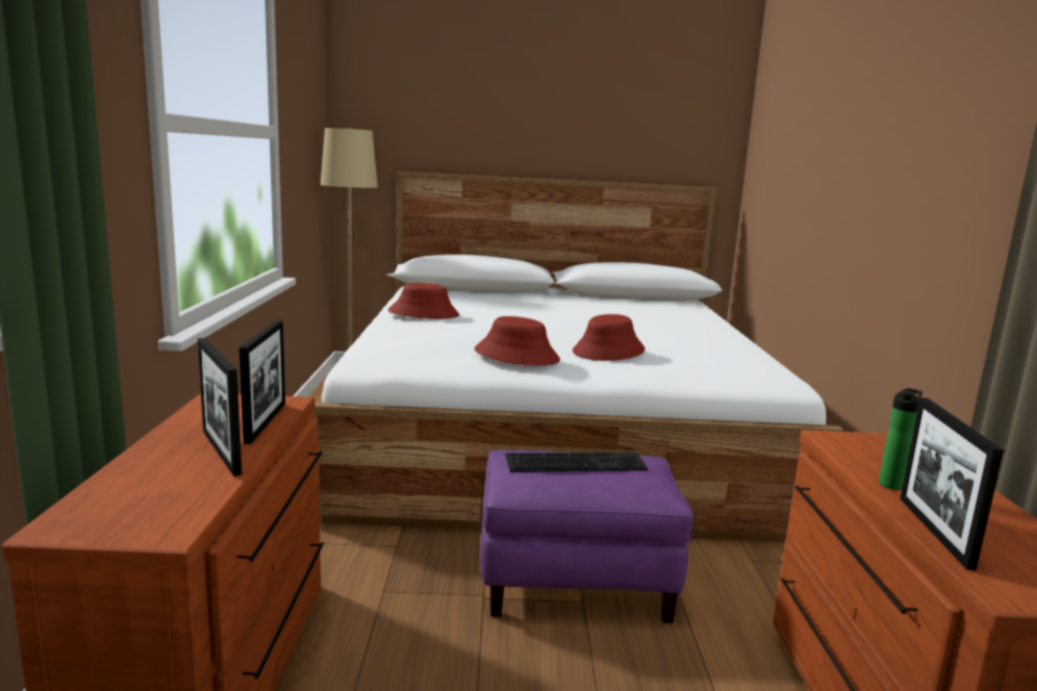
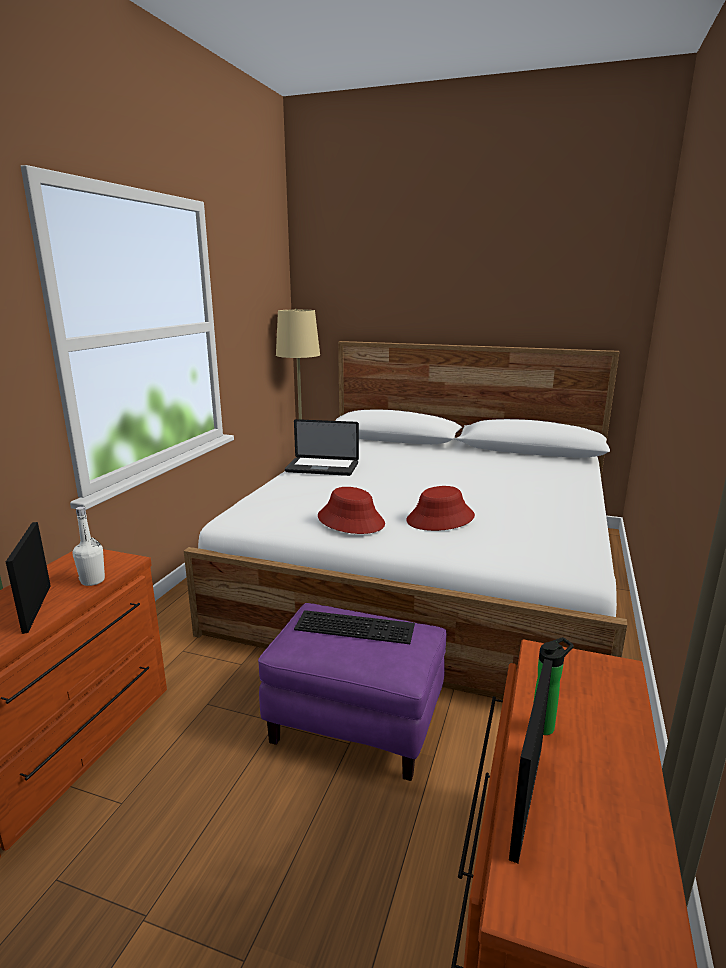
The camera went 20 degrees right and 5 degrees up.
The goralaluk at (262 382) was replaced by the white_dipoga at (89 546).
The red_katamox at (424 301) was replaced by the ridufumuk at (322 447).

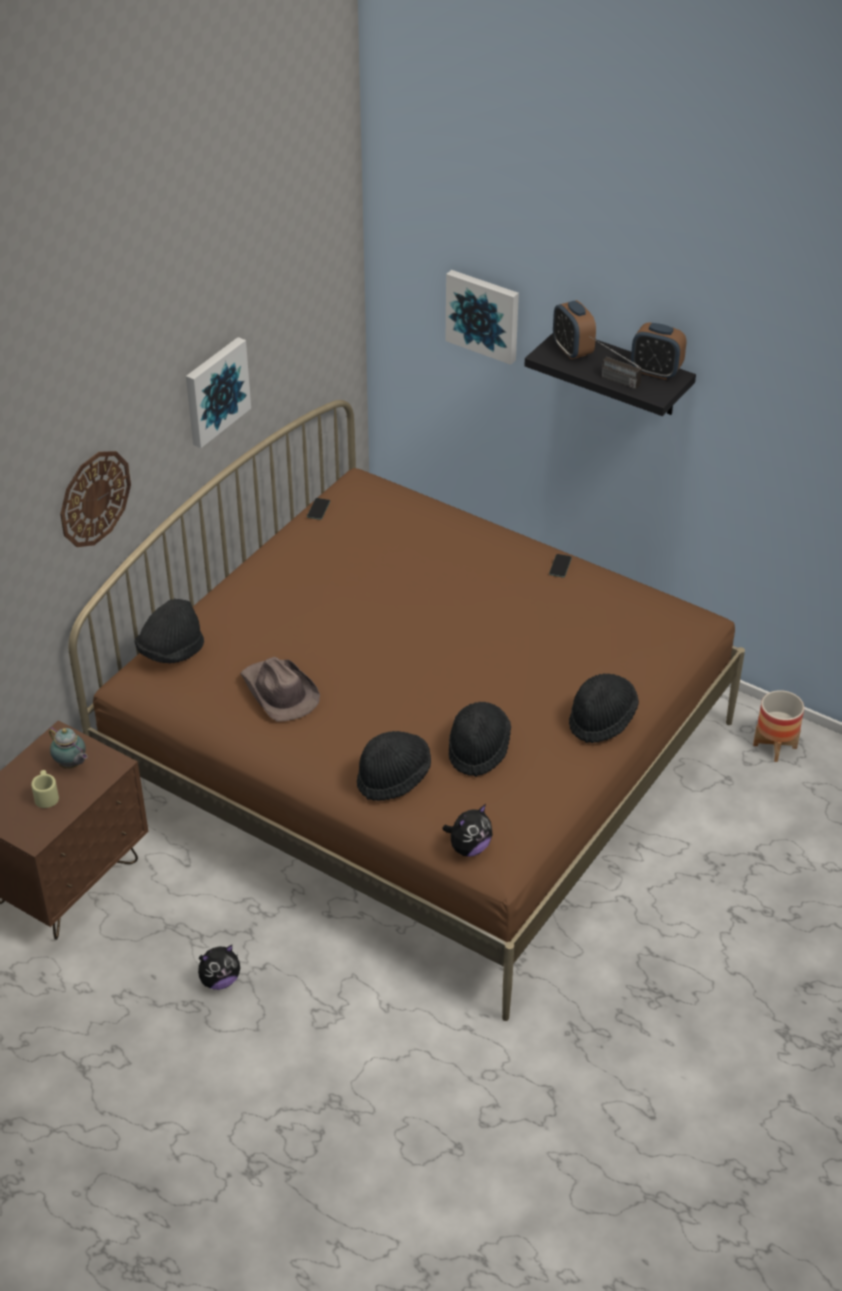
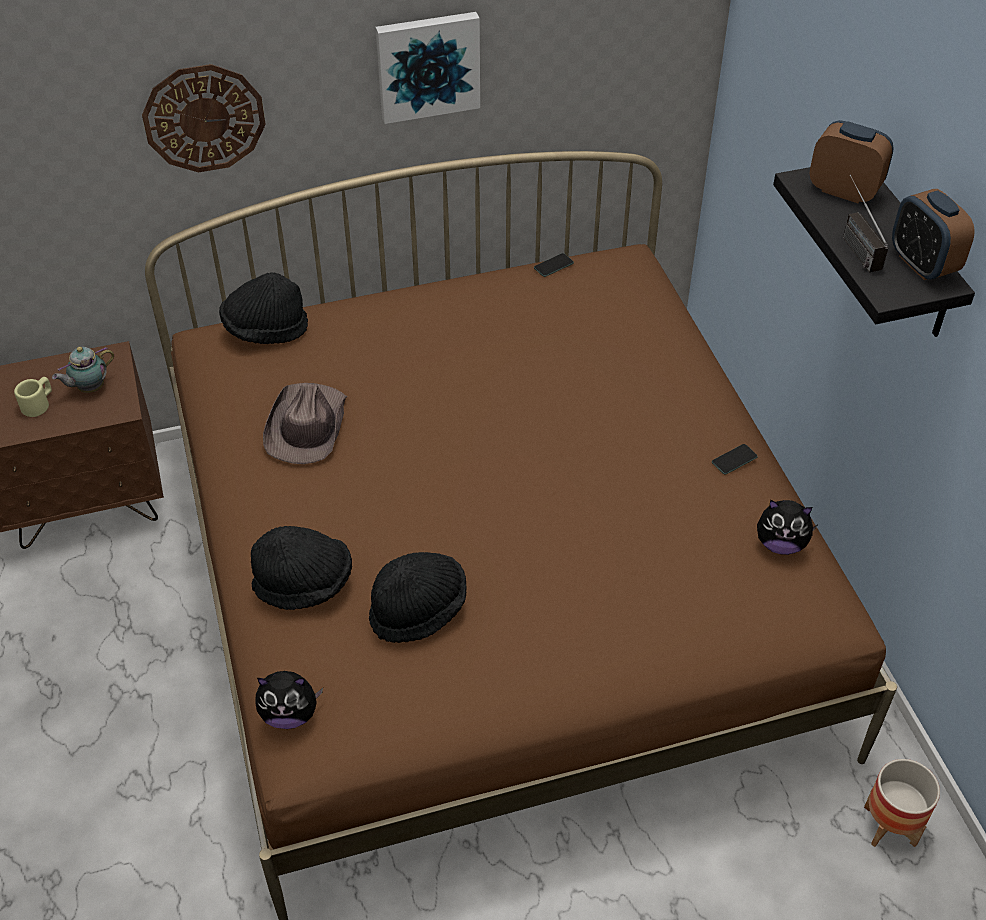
The camera went 40 degrees right and 5 degrees up.
The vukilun at (68 748) turned 60 degrees clockwise.
The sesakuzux moved from (219 967) to (787 527).
The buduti at (574 329) turned 105 degrees clockwise.
The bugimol at (482 317) disappeared.
The black_katamox at (604 708) disappeared.

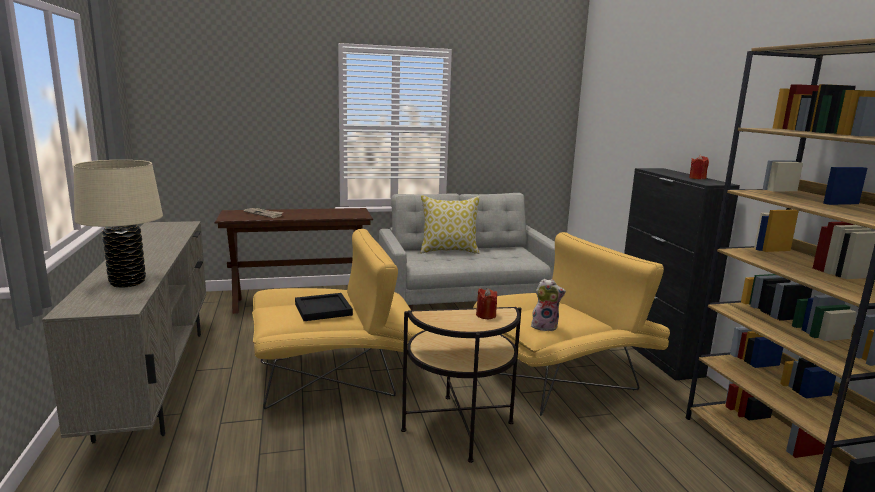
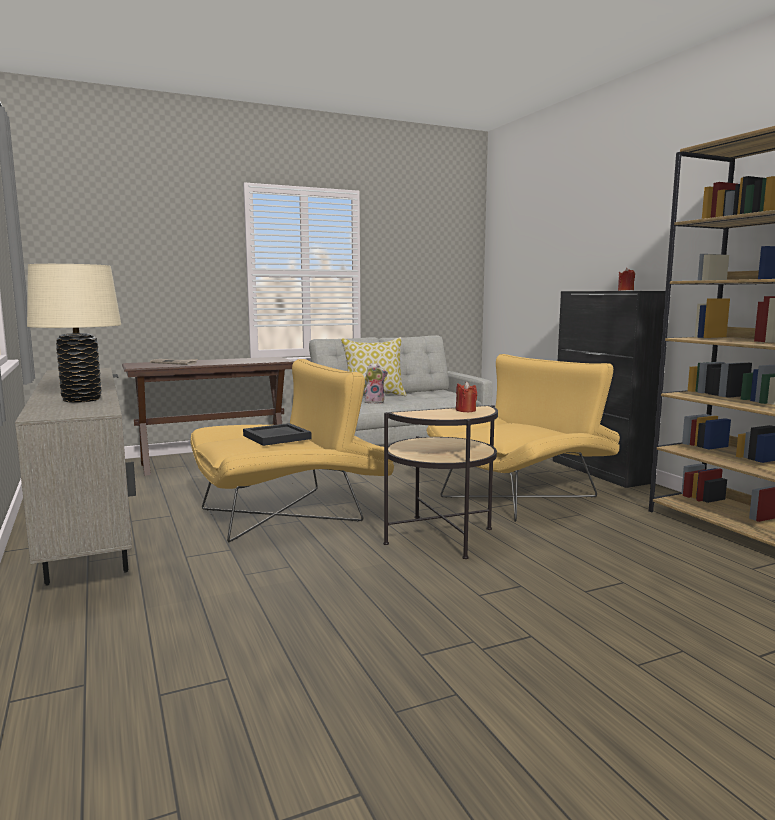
The camera went 10 degrees left and 5 degrees down.
The sesakuzux moved from (548 304) to (376 383).

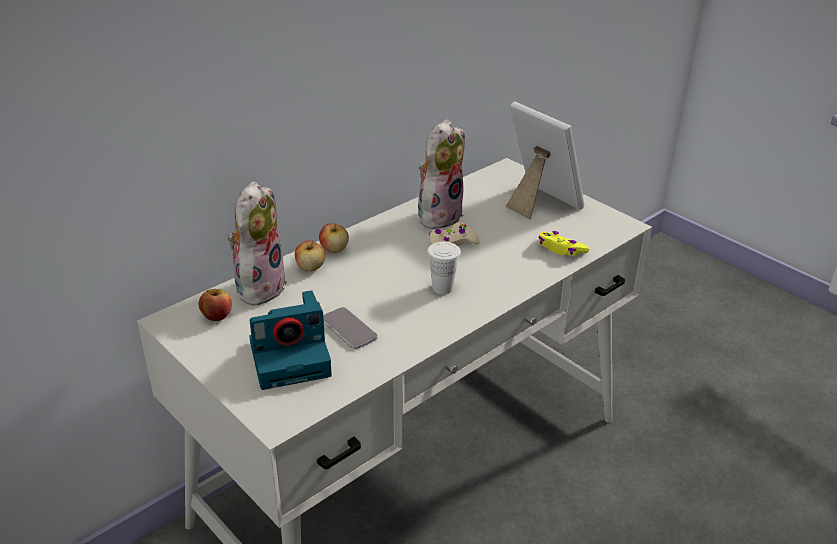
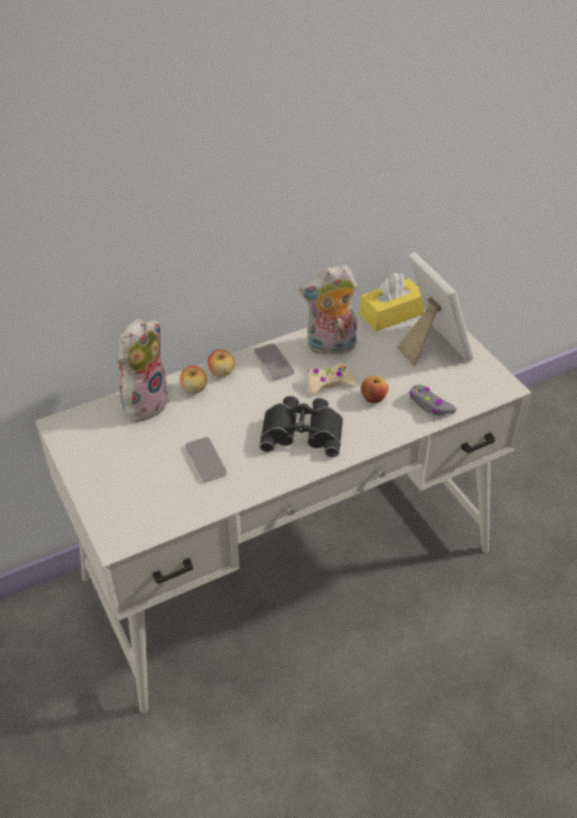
The camera went 15 degrees right and 10 degrees up.
The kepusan at (274 361) appeared.
The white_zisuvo at (444 268) was replaced by the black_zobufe at (301 426).
The sesakuzux at (441 174) turned 150 degrees counterclockwise.
The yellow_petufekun at (392 302) appeared.
The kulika moved from (215 305) to (374 389).
The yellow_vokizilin at (564 243) became the grey_vokizilin at (433 400).
The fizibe at (290 340) disappeared.

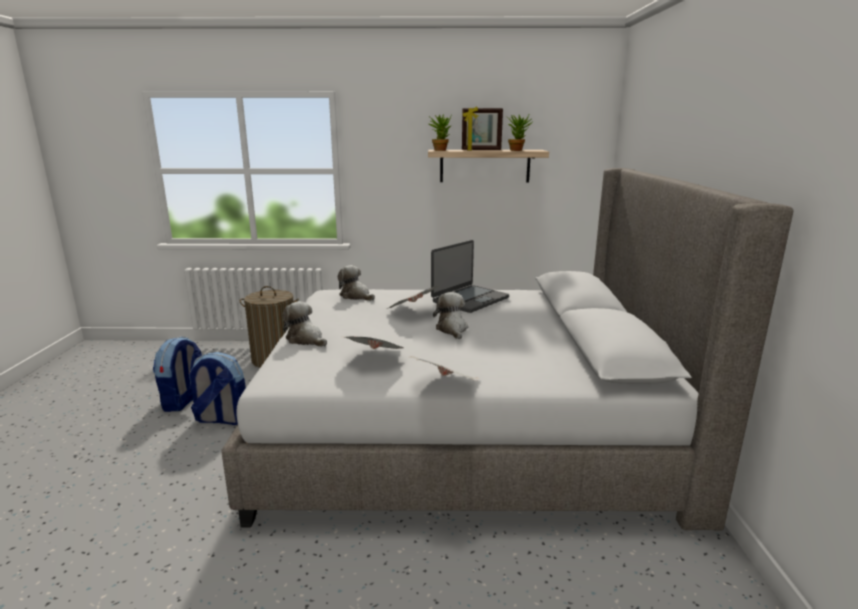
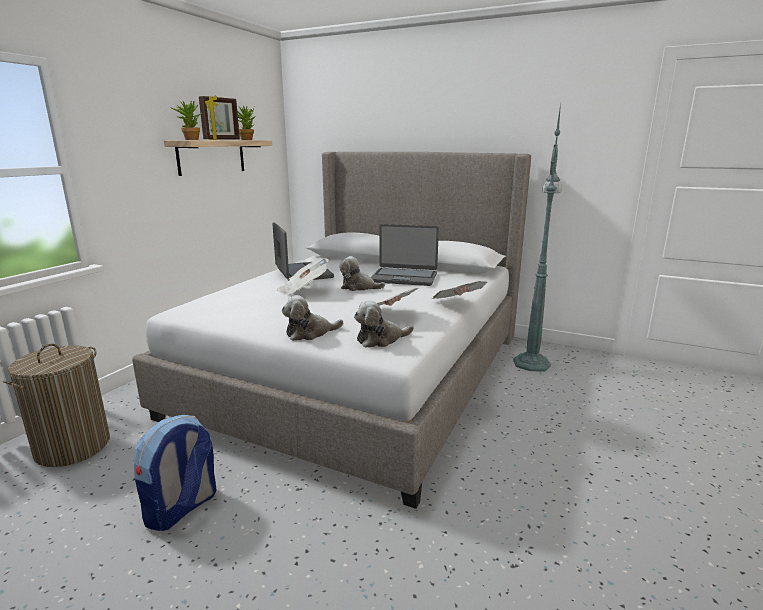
The camera went 65 degrees left and 0 degrees up.
The sesakuzux moved from (356 283) to (384 324).
The ridufumuk at (405 255) appeared.
The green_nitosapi at (537 237) appeared.
The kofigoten at (177 374) disappeared.

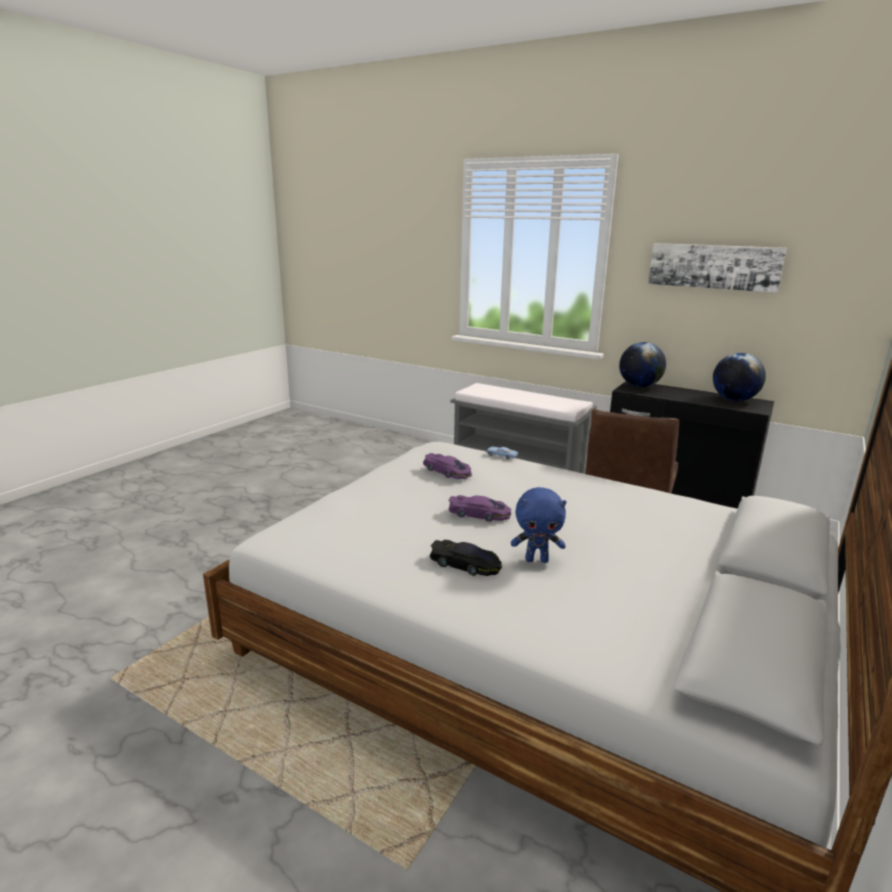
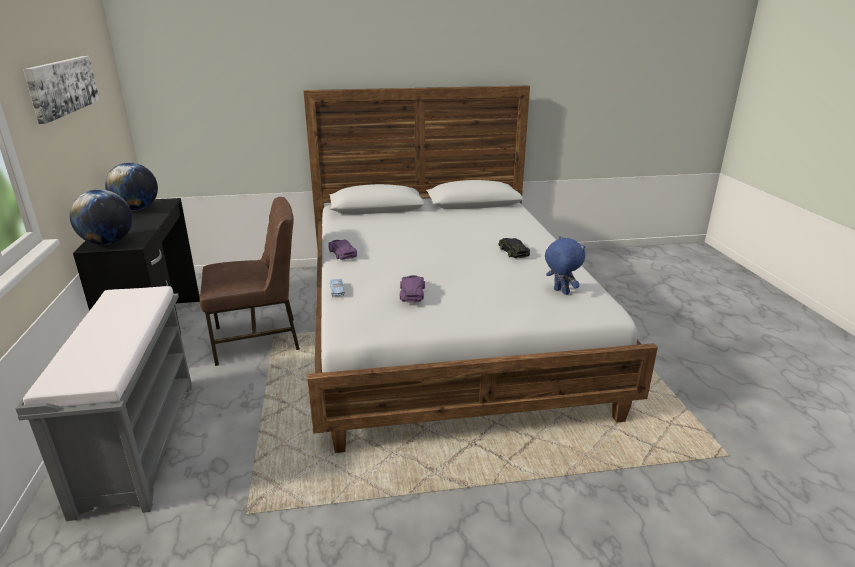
The camera went 130 degrees left and 5 degrees up.
The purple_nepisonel moved from (479 508) to (342 250).
The blue_sesakuzux moved from (539 525) to (565 265).

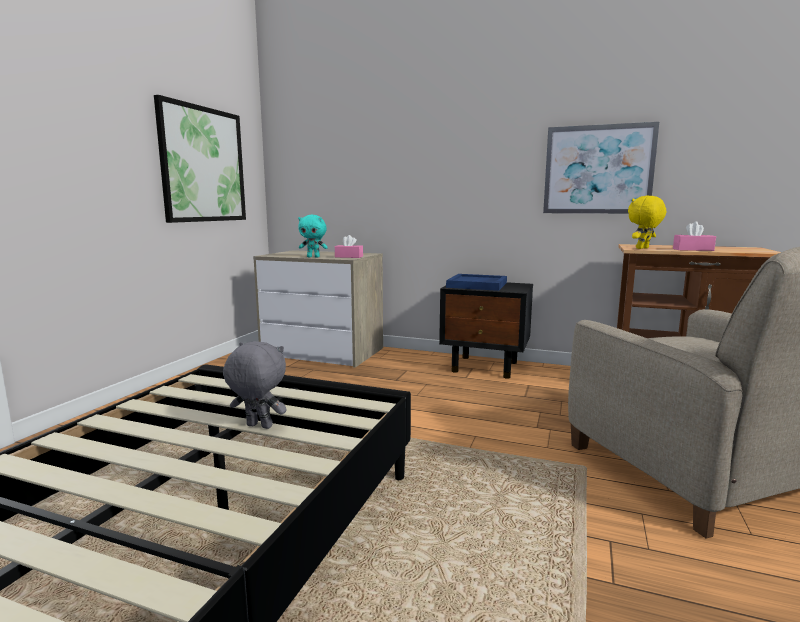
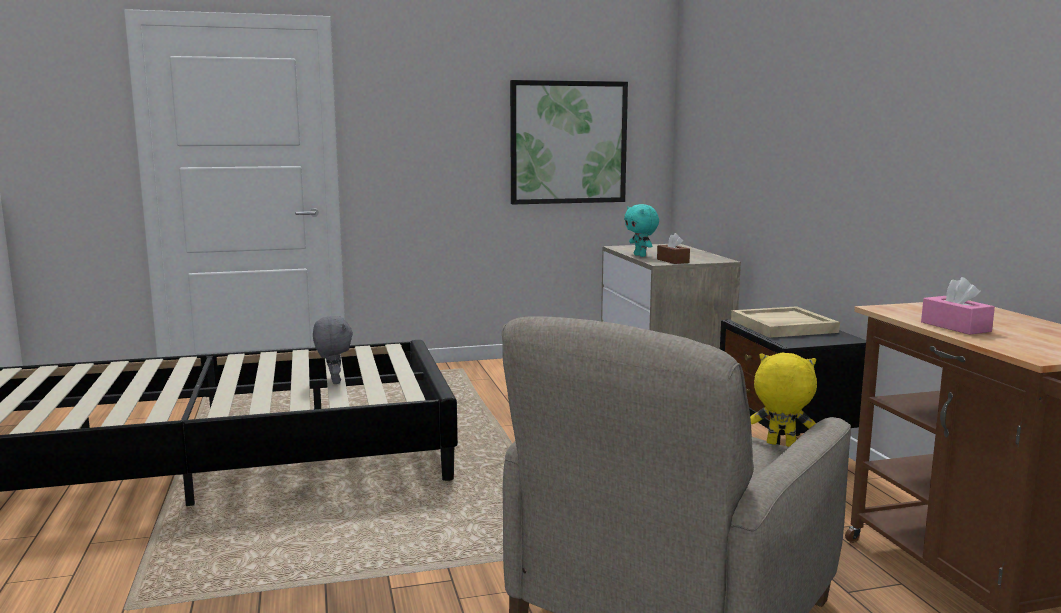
The camera went 55 degrees right and 0 degrees up.
The pink_petufekun at (349 246) became the brown_petufekun at (673 248).
The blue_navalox at (476 282) became the beige_navalox at (785 322).
The yellow_sesakuzux moved from (647 222) to (783 400).
The bugimol at (601 168) disappeared.

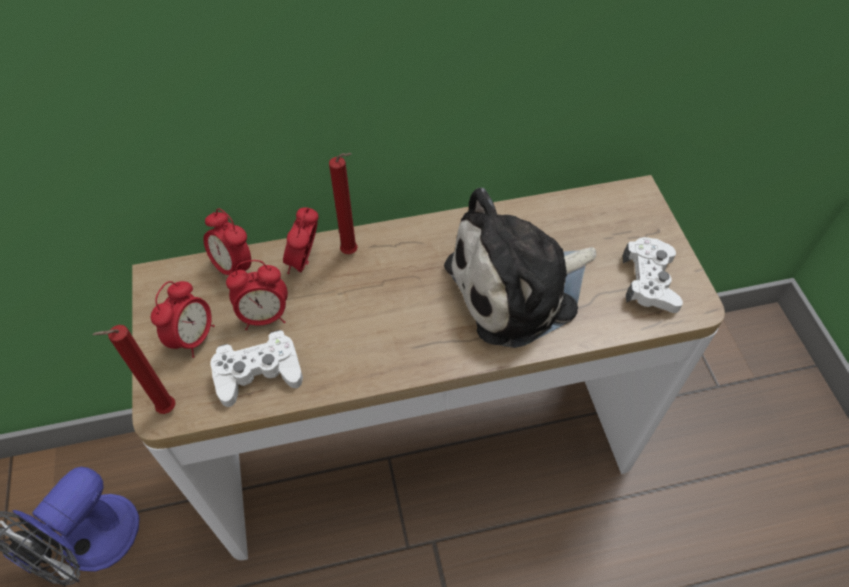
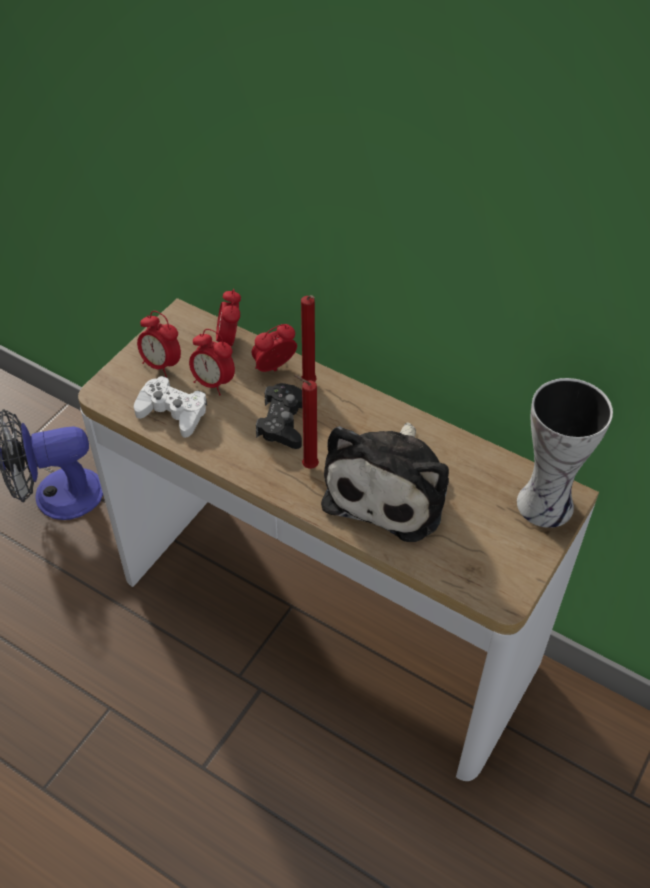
The camera went 45 degrees right and 5 degrees down.
The buduti at (183 319) turned 60 degrees clockwise.
The black_vokizilin at (279 416) appeared.
The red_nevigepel moved from (133 369) to (306 422).
The sesakuzux at (520 267) turned 90 degrees counterclockwise.
The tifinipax at (565 453) appeared.
The white_vokizilin at (653 275) disappeared.

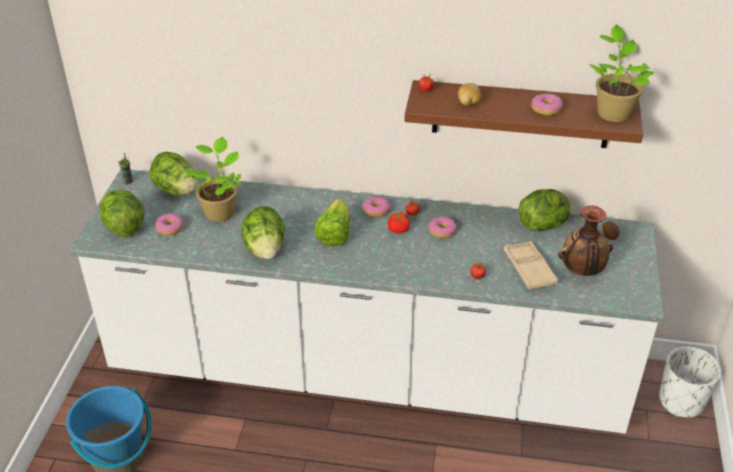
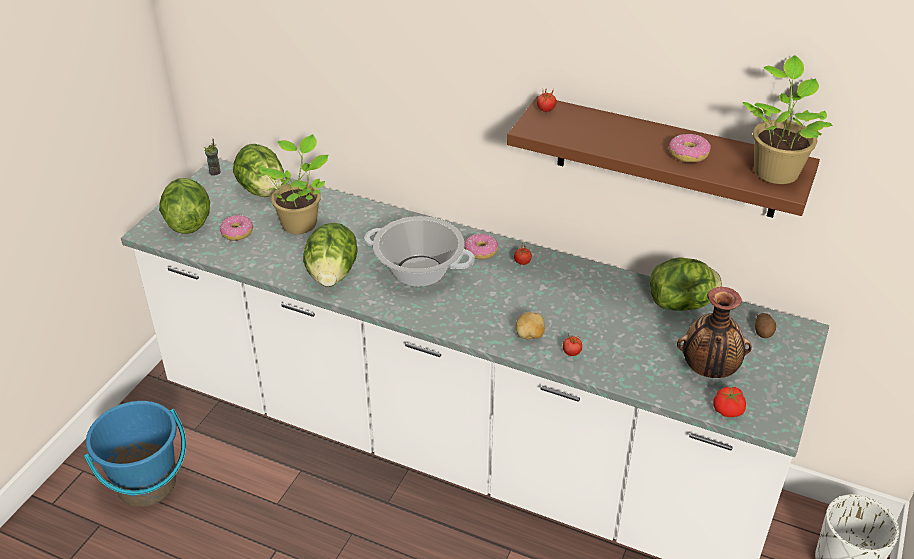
The camera went 15 degrees right and 0 degrees up.
The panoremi at (332 222) was replaced by the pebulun at (419 251).
The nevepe moved from (469 94) to (530 325).
The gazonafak moved from (398 223) to (729 402).
The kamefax at (443 228) disappeared.
The beige_navalox at (531 265) disappeared.

